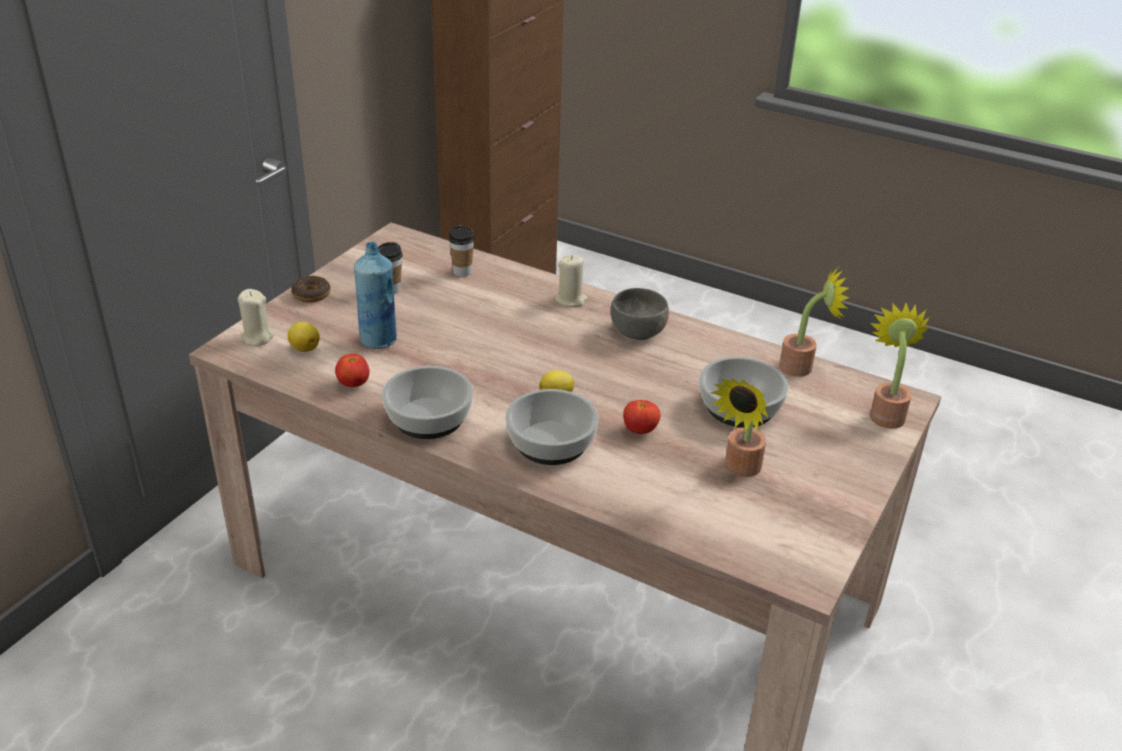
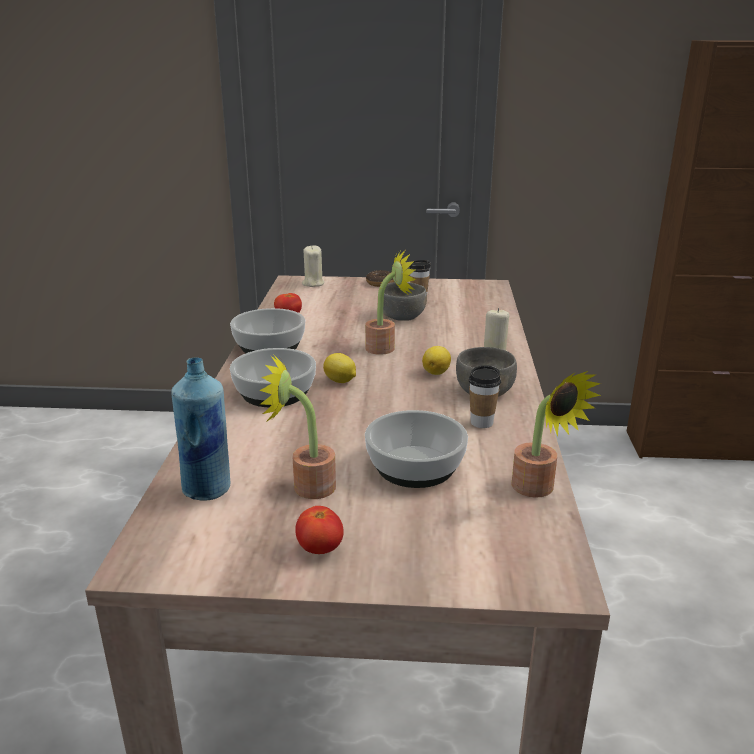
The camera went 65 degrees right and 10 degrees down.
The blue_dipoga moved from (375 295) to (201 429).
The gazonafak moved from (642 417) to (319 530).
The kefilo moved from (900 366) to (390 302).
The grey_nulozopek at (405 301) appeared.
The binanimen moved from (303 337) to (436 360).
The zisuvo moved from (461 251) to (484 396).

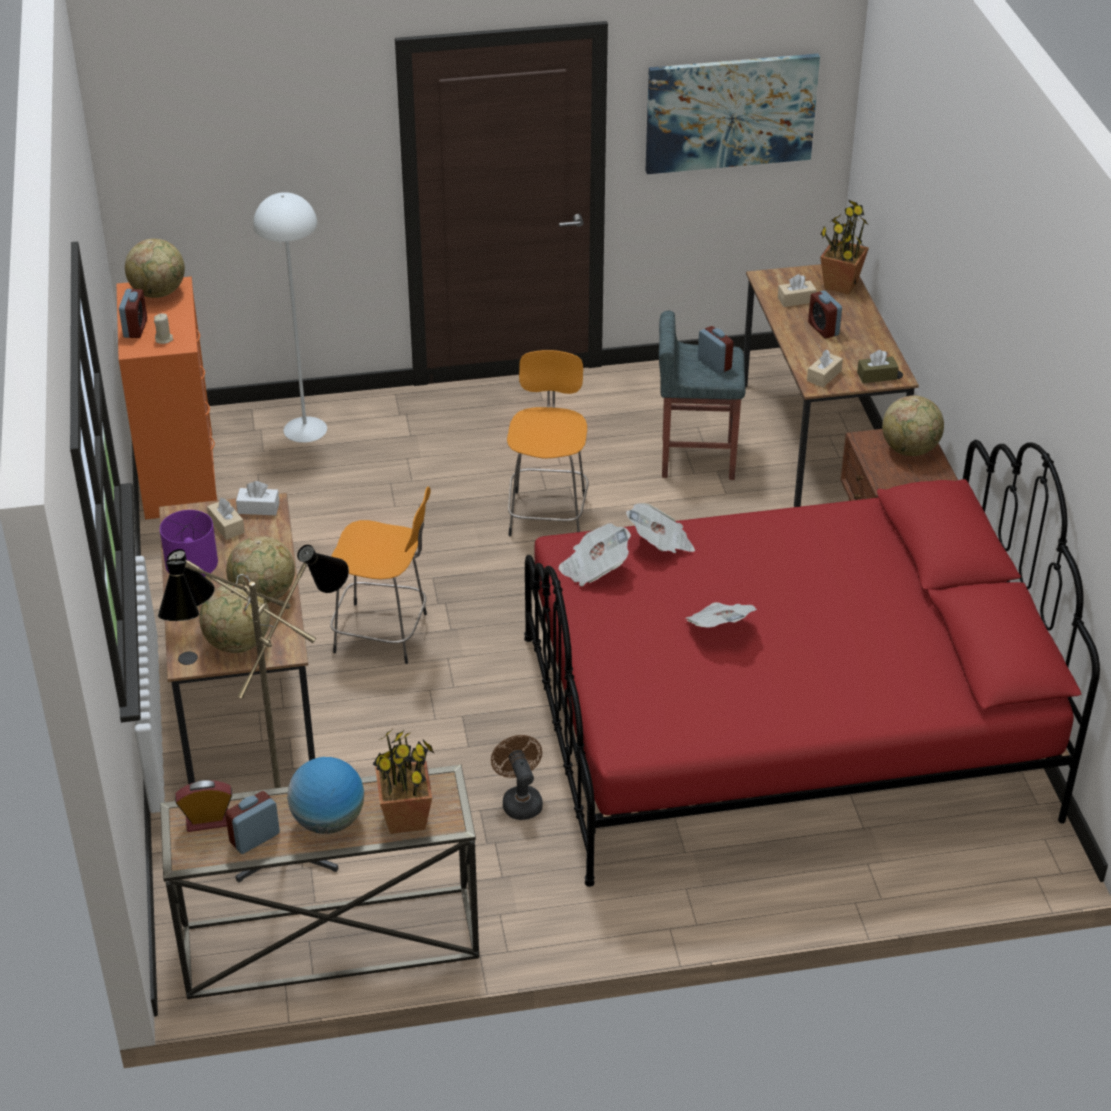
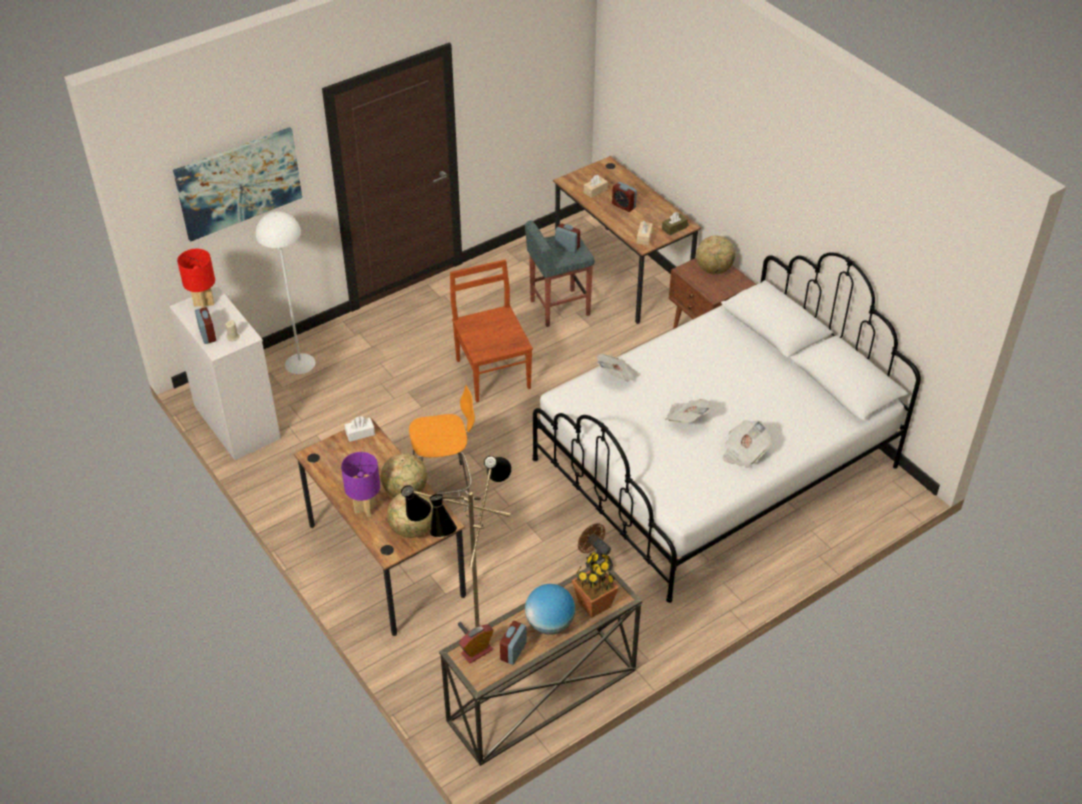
The camera went 25 degrees left and 5 degrees up.
The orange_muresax at (166 398) became the white_muresax at (225 373).
The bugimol moved from (732 114) to (237 184).
The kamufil at (155 268) was replaced by the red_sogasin at (196 278).
The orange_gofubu at (548 443) was replaced by the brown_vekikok at (491 330).
The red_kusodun at (812 663) became the white_kusodun at (727 427).
The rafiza moved from (595 554) to (746 444).
The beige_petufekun at (226 519) disappeared.
The kefilo at (844 247) disappeared.

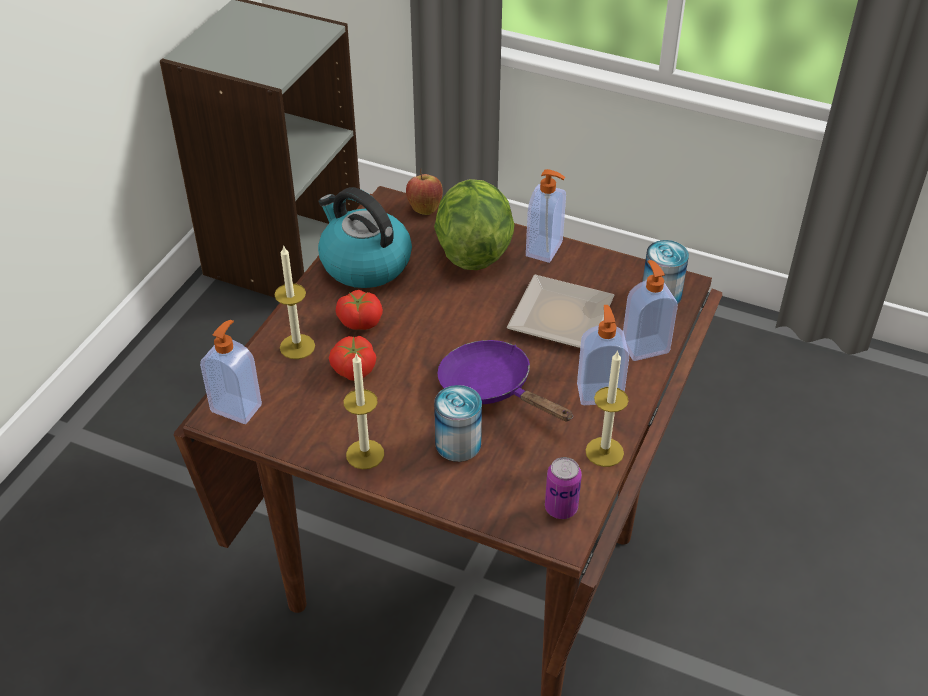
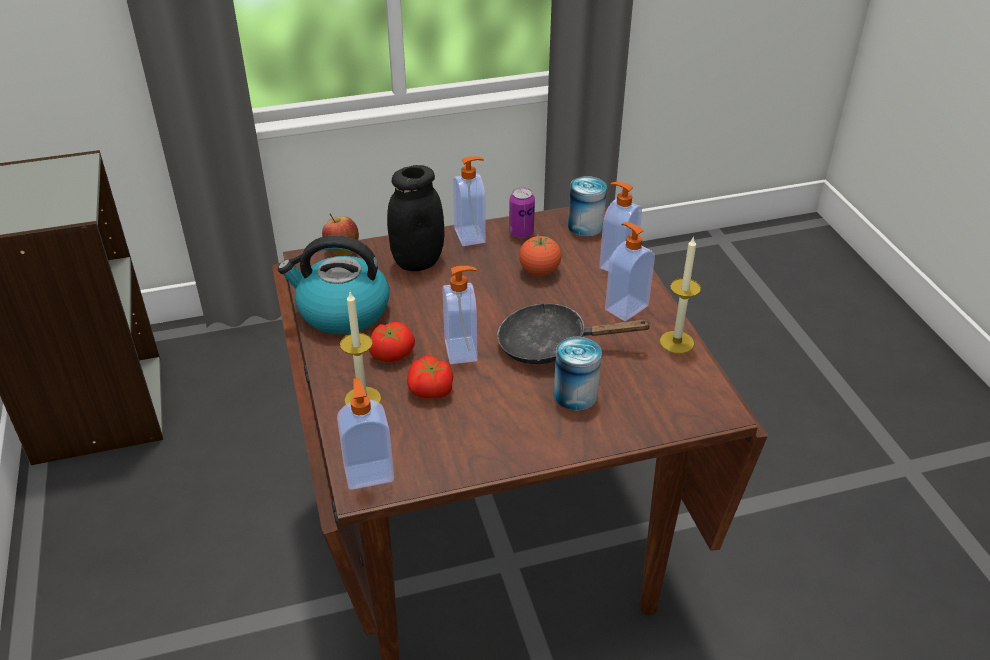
The camera went 40 degrees left and 5 degrees down.
The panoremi at (474 224) was replaced by the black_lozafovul at (415 218).
The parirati at (460 315) appeared.
The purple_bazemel at (505 381) became the black_bazemel at (574 333).
The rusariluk moved from (563 488) to (522 212).
The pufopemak at (560 311) was replaced by the gazonafak at (540 255).
The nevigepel at (364 411) disappeared.

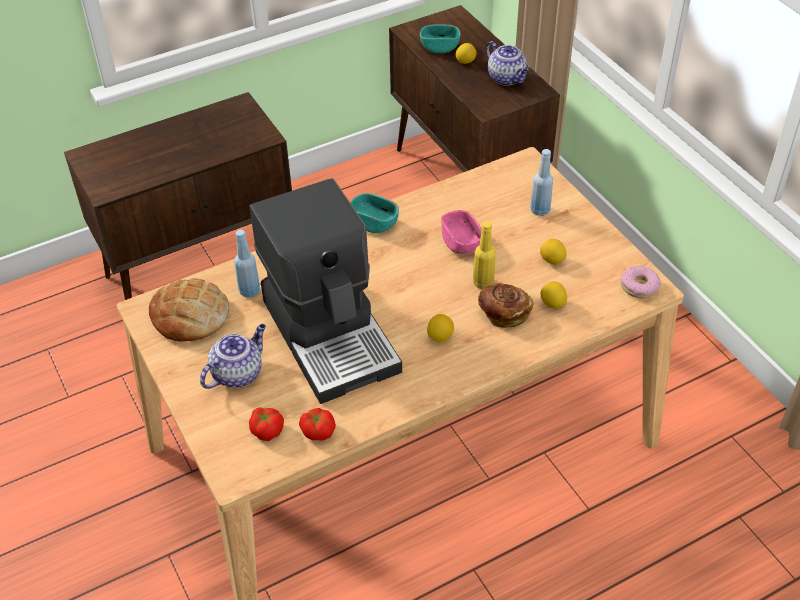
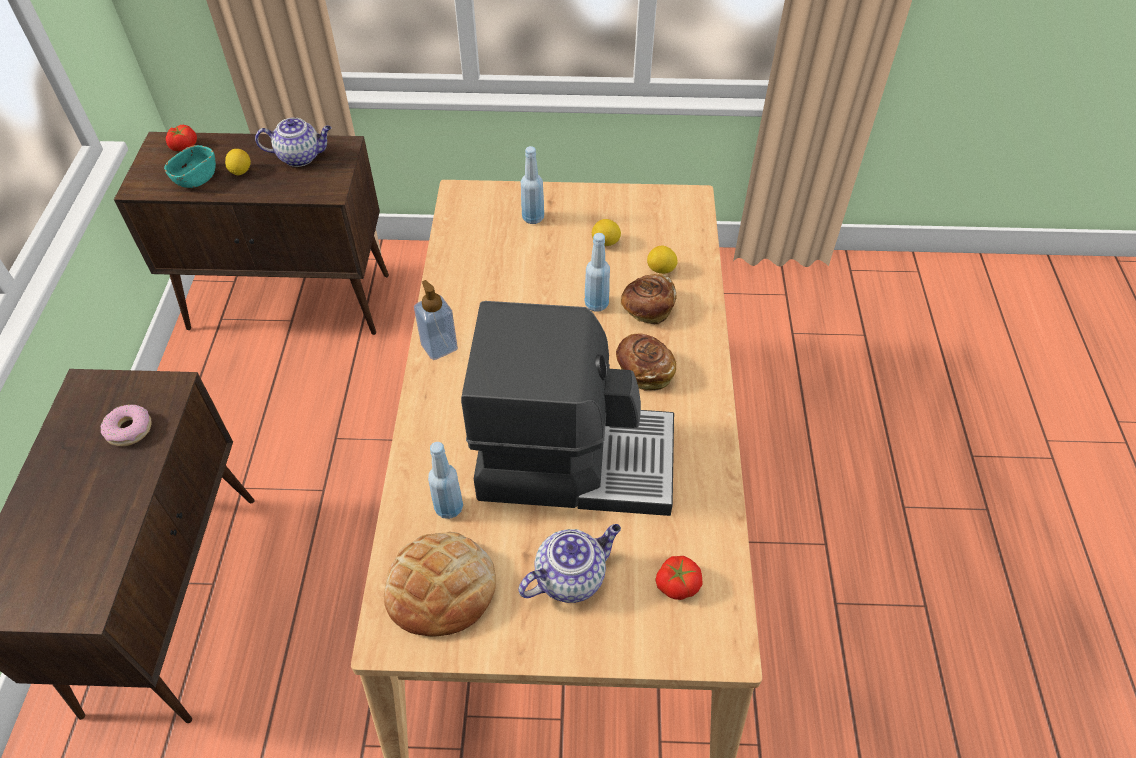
The camera went 60 degrees left and 5 degrees up.
The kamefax moved from (641 282) to (126 425).
The gazonafak moved from (317 424) to (181 138).
The turquoise_nulozopek at (374 213) was replaced by the parirati at (436 320).
The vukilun at (233 356) turned 75 degrees clockwise.
The yellow_dipoga at (484 255) became the blue_dipoga at (597 272).
The binanimen at (440 328) was replaced by the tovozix at (646 362).
The pink_nulozopek at (461 232) disappeared.

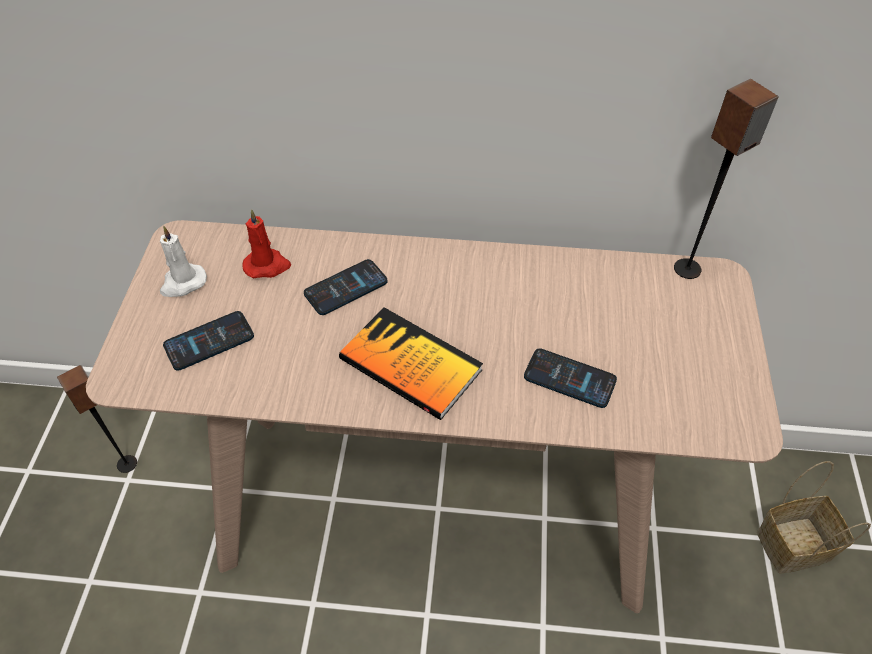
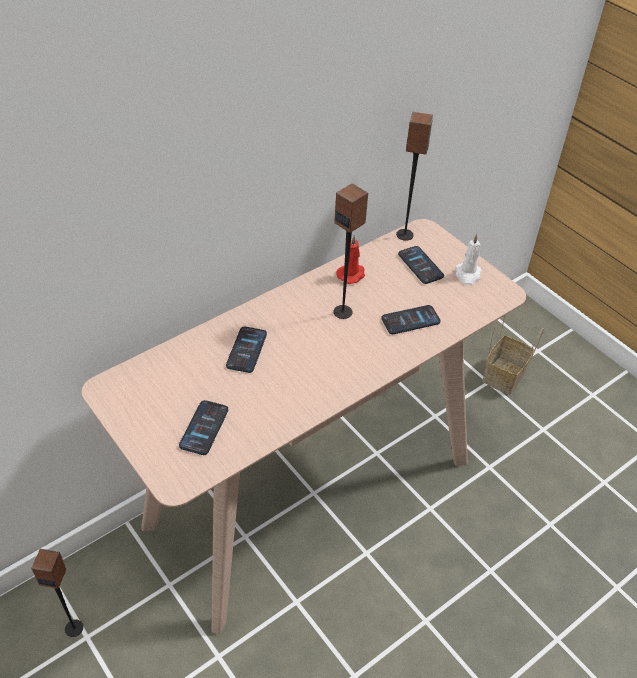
The camera went 45 degrees left and 5 degrees down.
The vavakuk at (350 251) appeared.
The red_nevigepel moved from (266 243) to (350 259).
The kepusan at (421 265) appeared.
The white_nevigepel moved from (183 261) to (468 260).
The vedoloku at (411 363) disappeared.

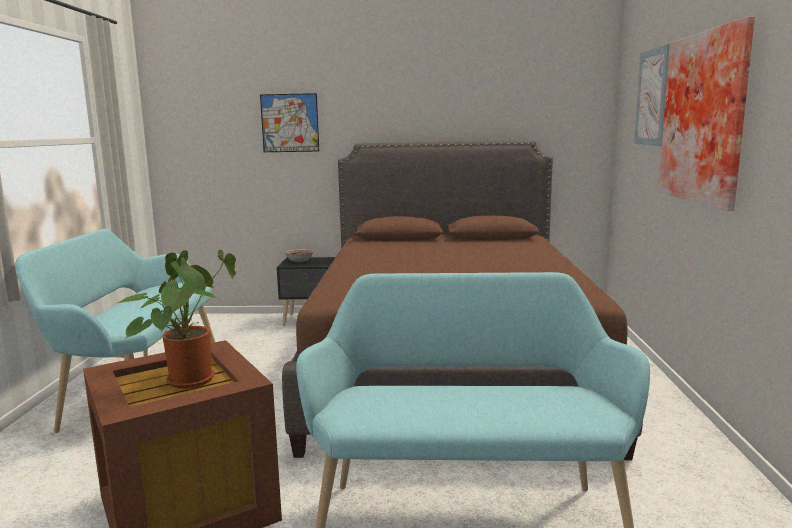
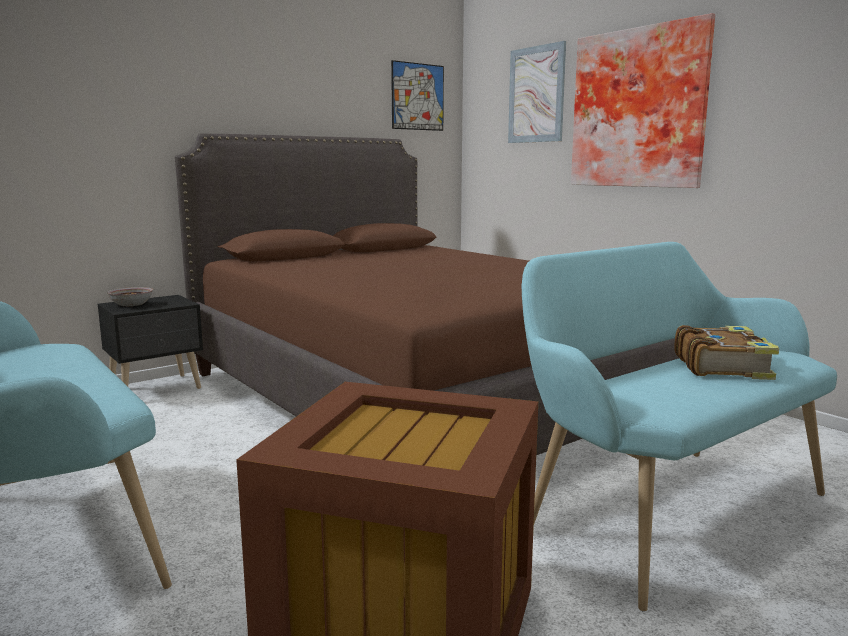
The camera went 40 degrees left and 0 degrees up.
The bugimol moved from (289 122) to (417 95).
The vedoloku at (726 352) appeared.
The kefilo at (177 319) disappeared.

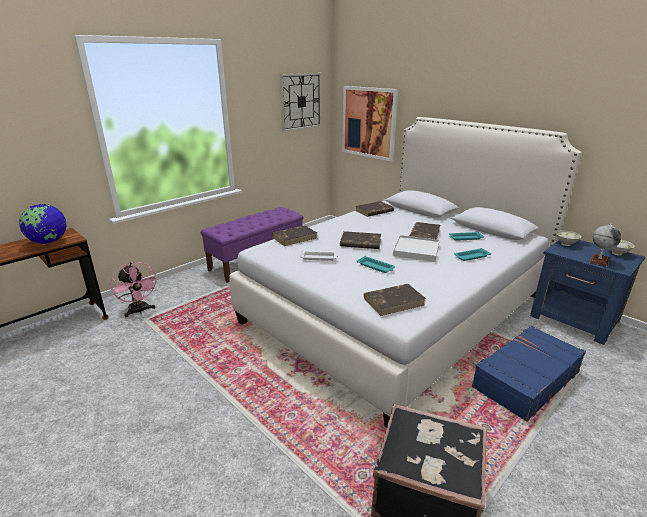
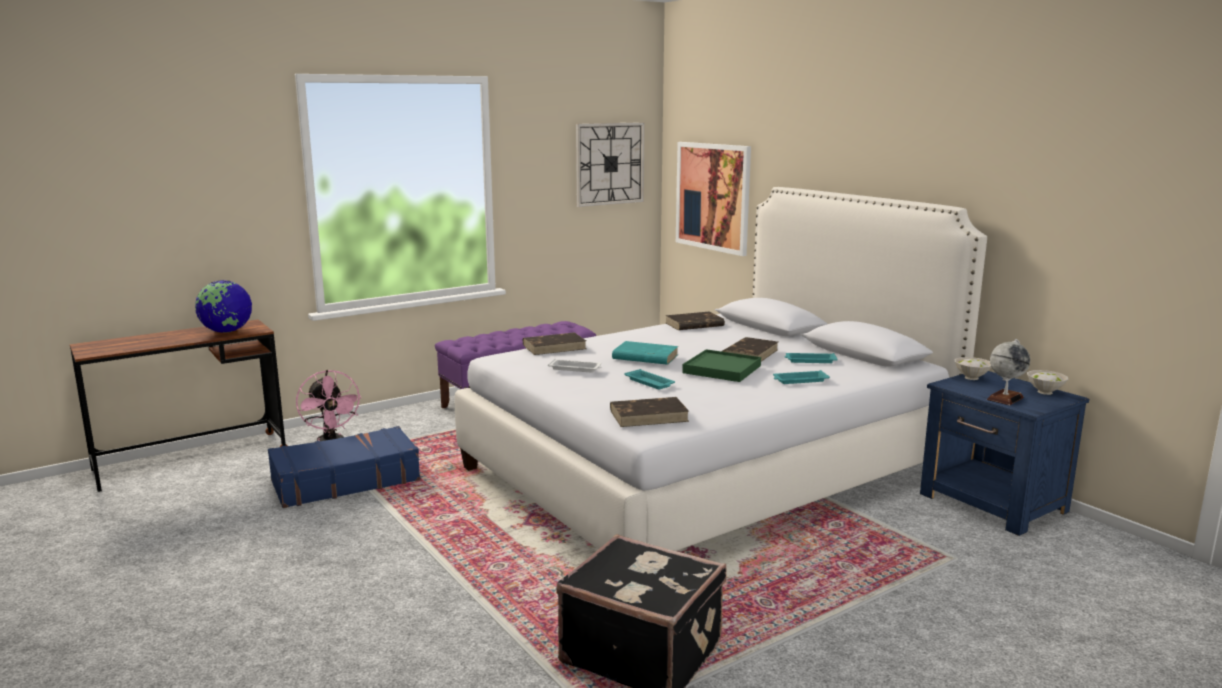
The camera went 10 degrees right and 10 degrees down.
The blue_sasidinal moved from (529 374) to (344 467).
The brown_vedoloku at (360 240) became the turquoise_vedoloku at (645 353).
The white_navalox at (416 248) became the green_navalox at (721 365).

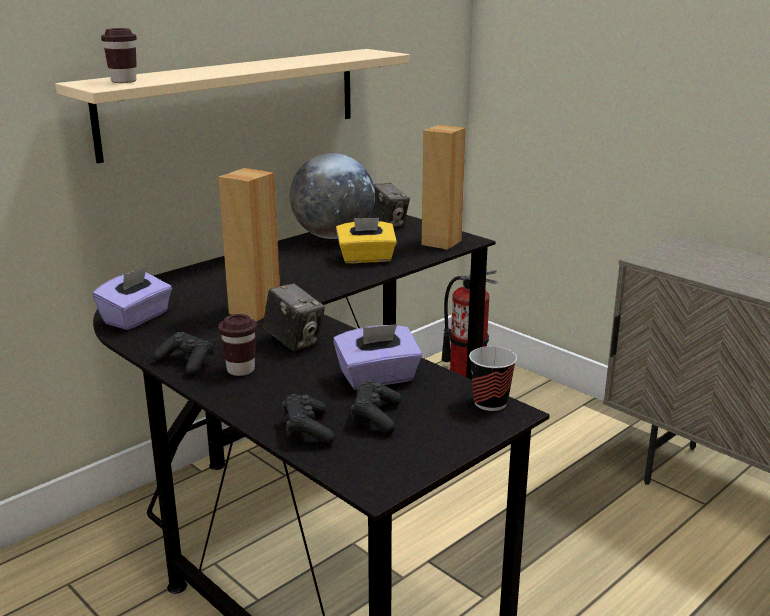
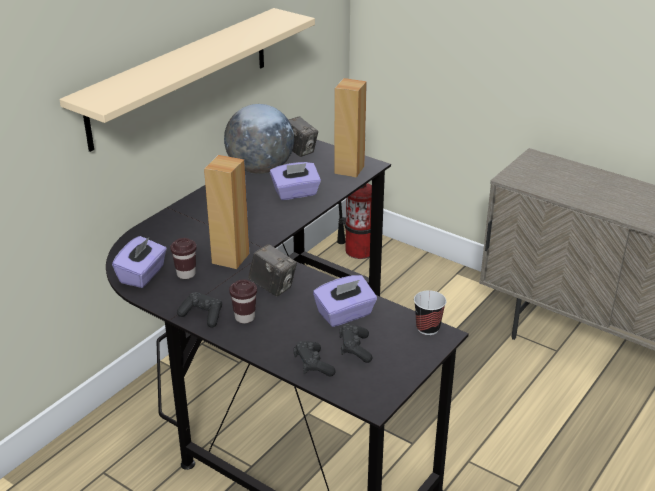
The camera went 10 degrees left and 10 degrees up.
The brown_zisuvo moved from (119 55) to (183 258).
The yellow_petufekun at (366 240) became the purple_petufekun at (295 181).

